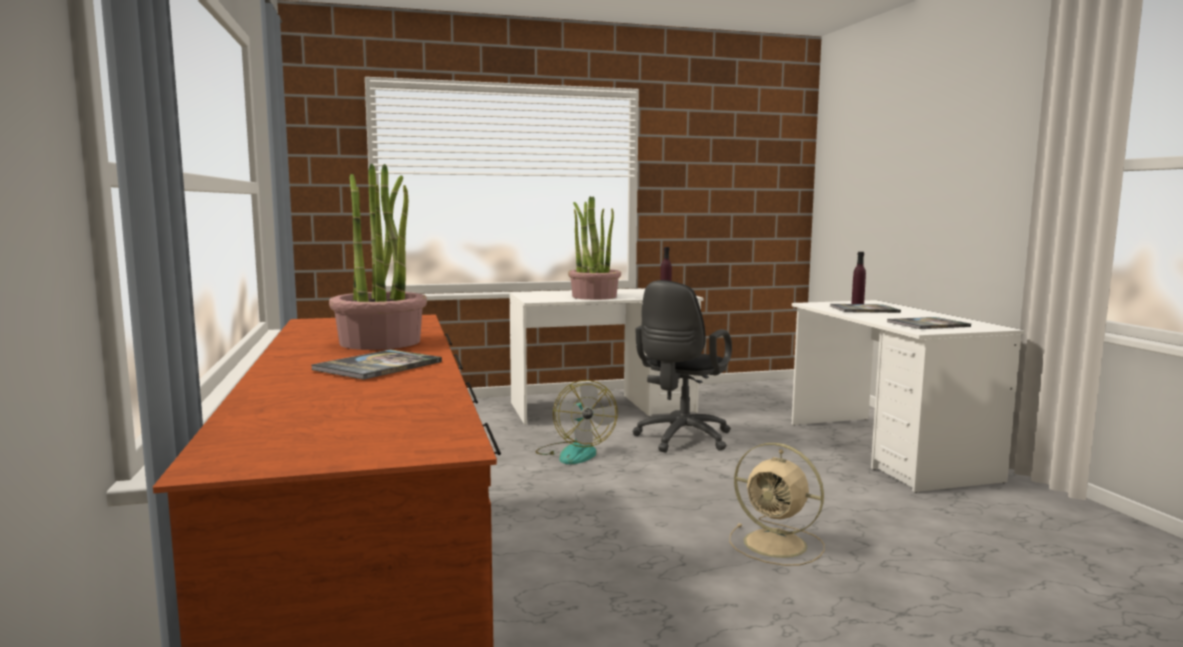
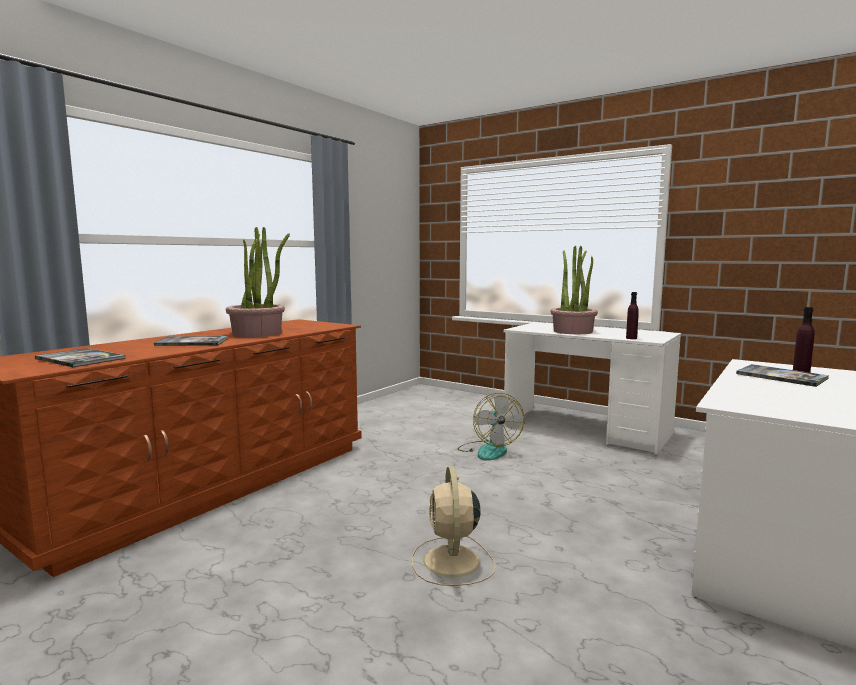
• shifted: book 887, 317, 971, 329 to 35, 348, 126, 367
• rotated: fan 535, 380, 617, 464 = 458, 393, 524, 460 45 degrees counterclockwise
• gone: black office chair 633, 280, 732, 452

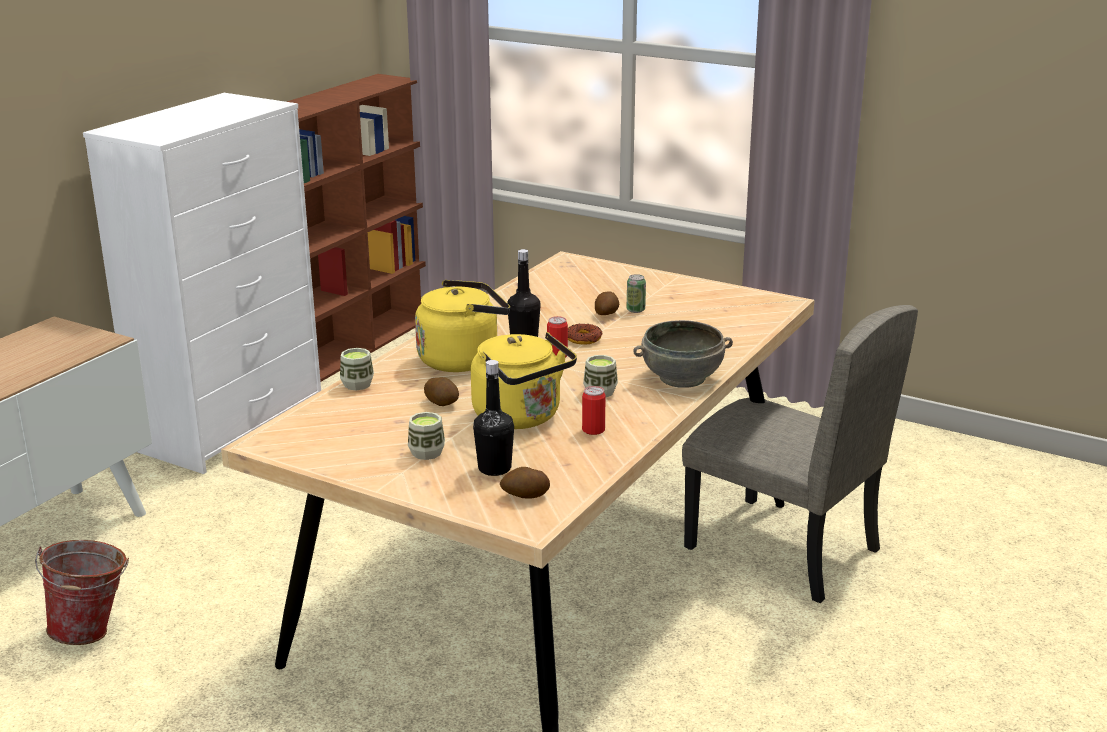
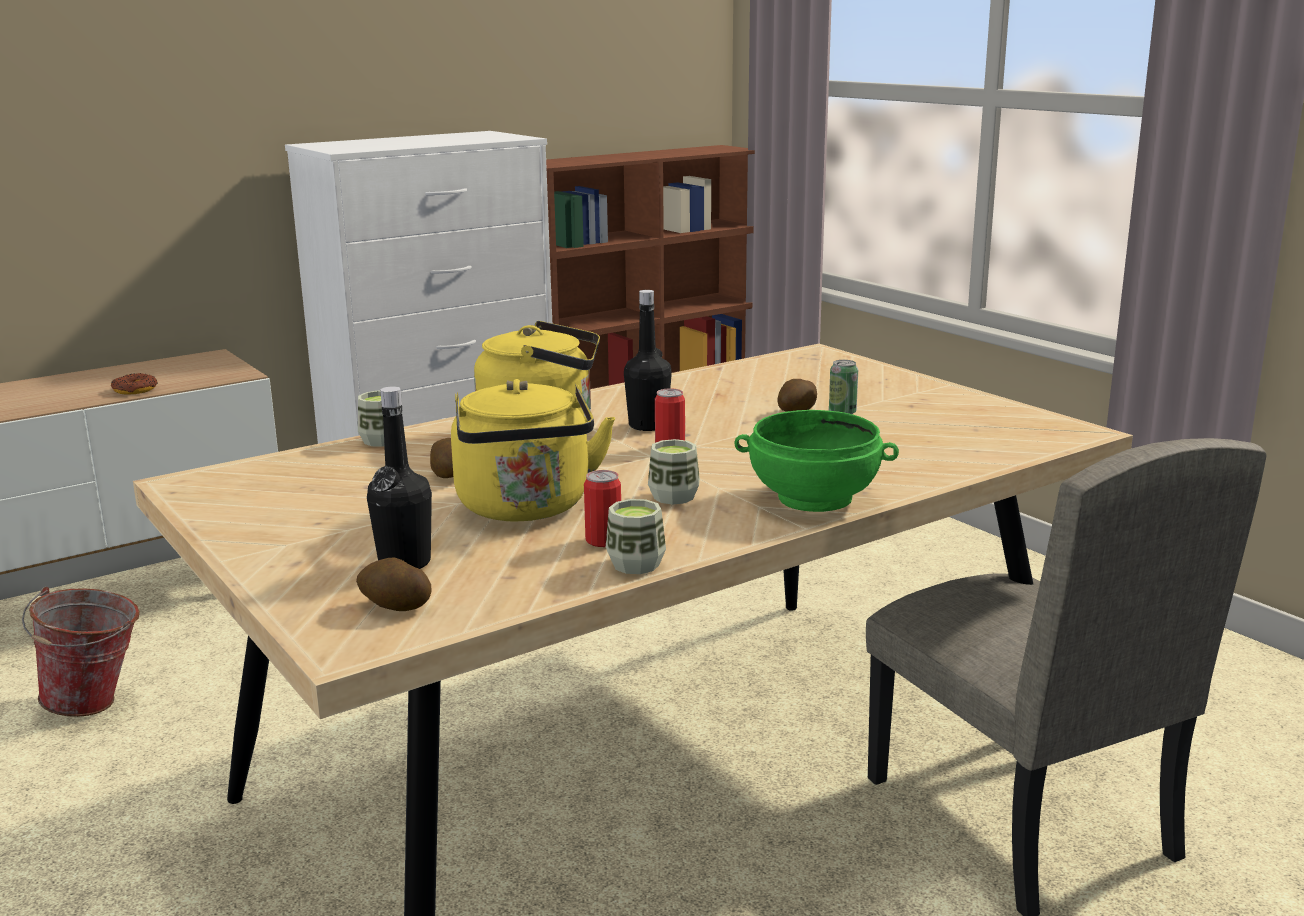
• shifted: donut 568, 324, 602, 345 to 111, 373, 158, 395
• shifted: cup 408, 412, 445, 460 to 606, 499, 666, 574
• repainted: grey bowl 633, 320, 733, 388 to green bowl 735, 410, 899, 512

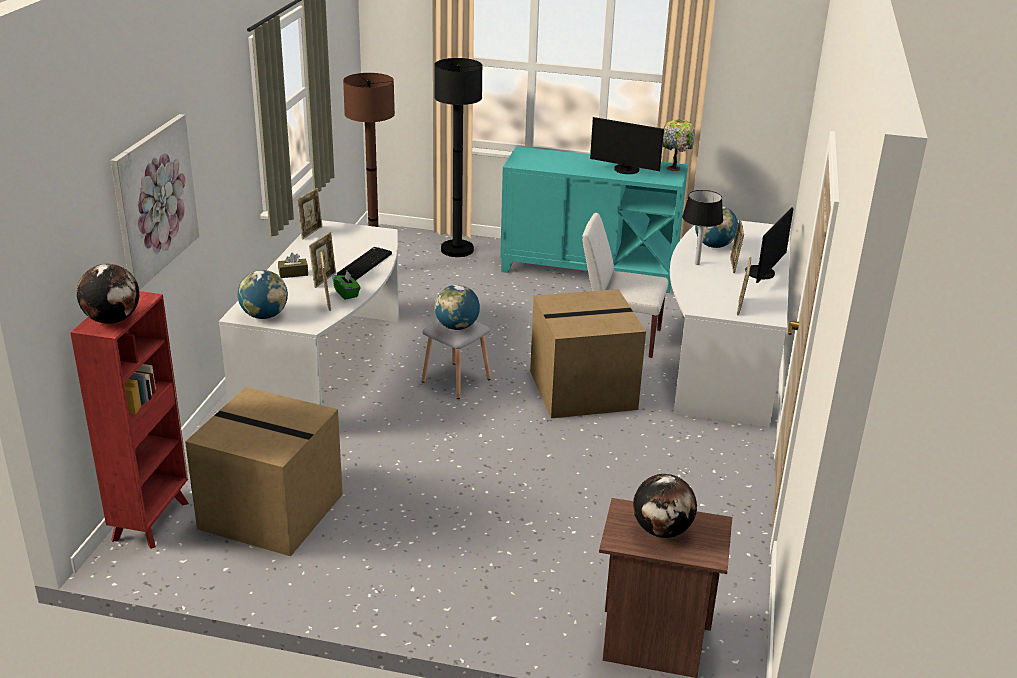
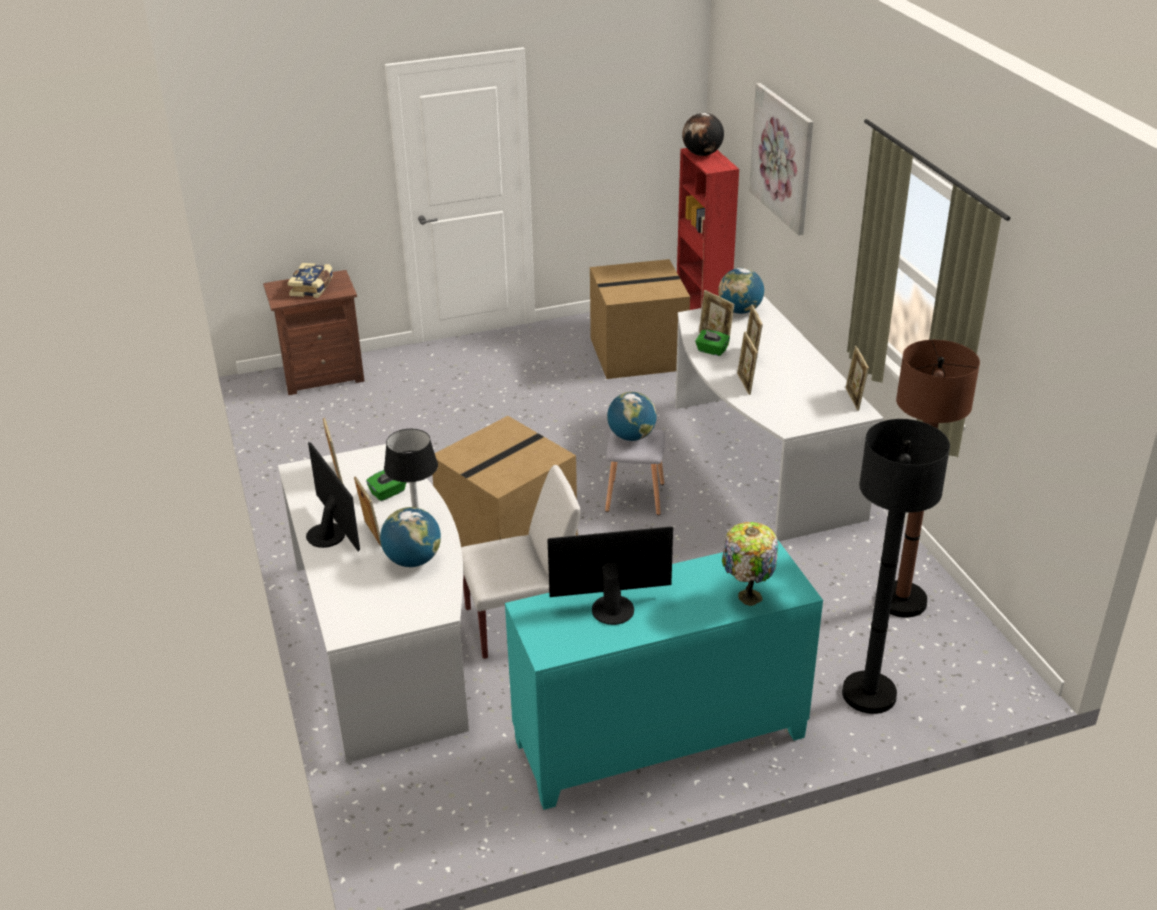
• swapped: globe 633, 474, 697, 538 to book 288, 263, 333, 298
• rotated: monitor 745, 207, 793, 283 = 306, 442, 360, 552 150 degrees clockwise
• new: green tissue box 366, 470, 407, 501
• shifted: table lamp 663, 119, 695, 171 to 722, 522, 778, 606
• swapped: keyboard 337, 247, 392, 280 to picture frame 737, 331, 758, 395
• gone: brown tissue box 278, 253, 308, 278

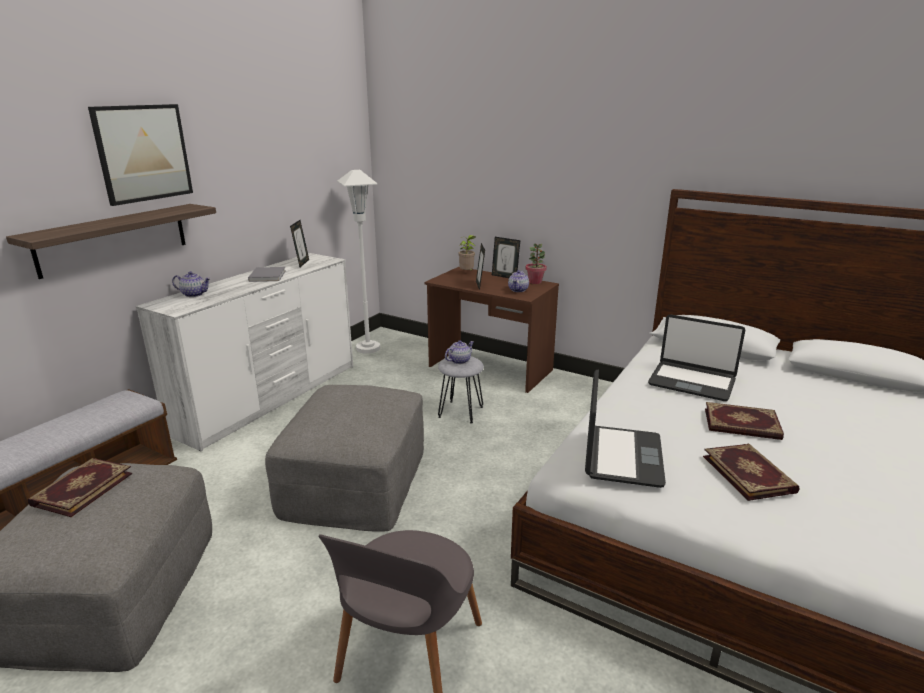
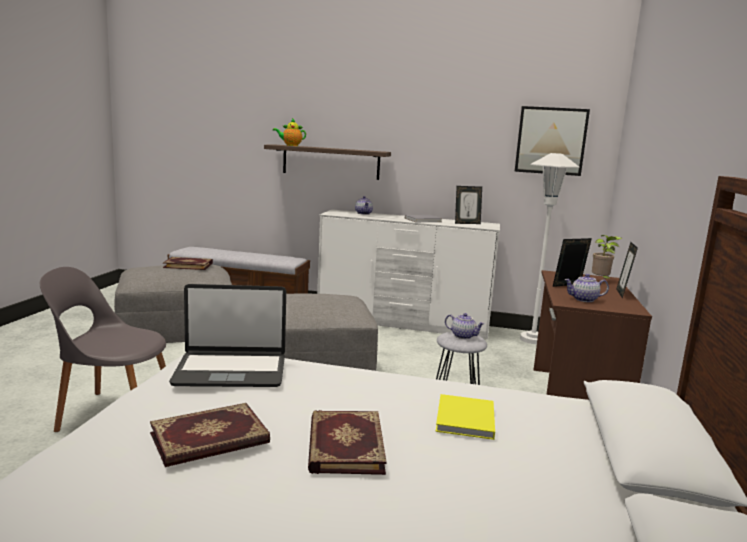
• new: teapot 273, 118, 306, 146
• swapped: laptop 648, 314, 745, 401 to yellow book 436, 394, 495, 440
• shifted: picture 88, 104, 193, 206 to 515, 106, 590, 176
• gone: potted plant 526, 244, 547, 284

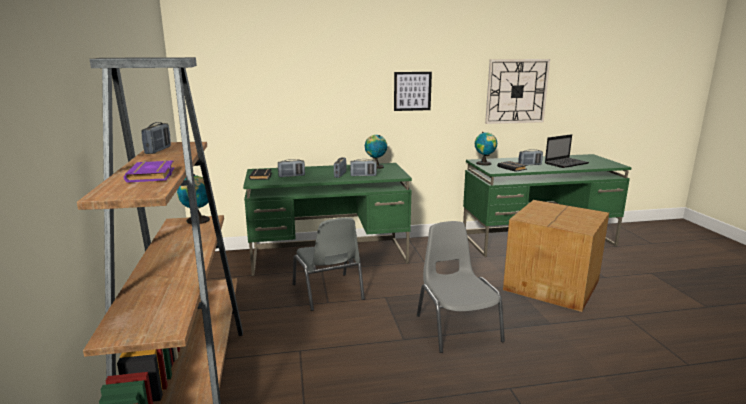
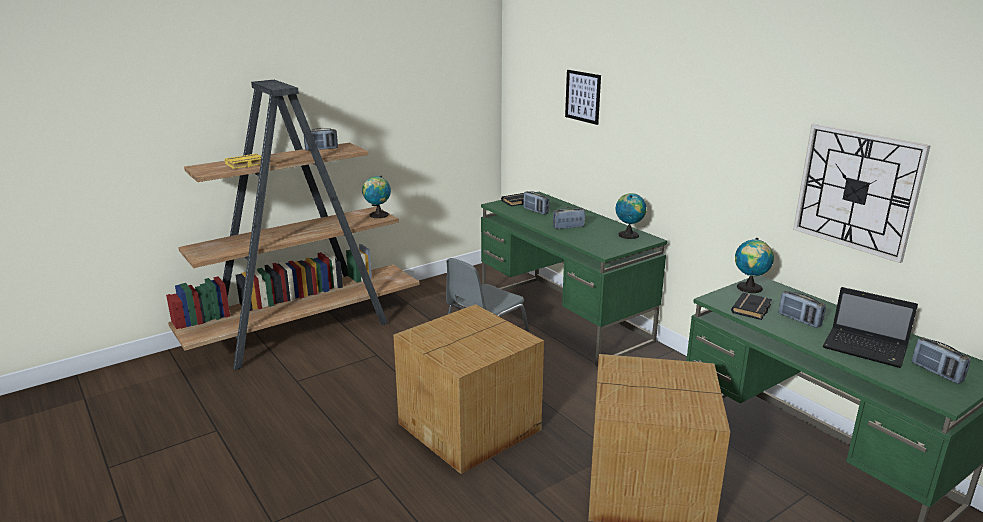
• repainted: purple book 124, 160, 174, 183 to yellow book 225, 154, 262, 169
• swapped: grey chair 417, 221, 505, 353 to cardboard box 393, 304, 544, 474
• shifted: picture 394, 72, 432, 111 to 565, 70, 601, 125
• shifted: radio 350, 159, 377, 176 to 912, 337, 971, 384

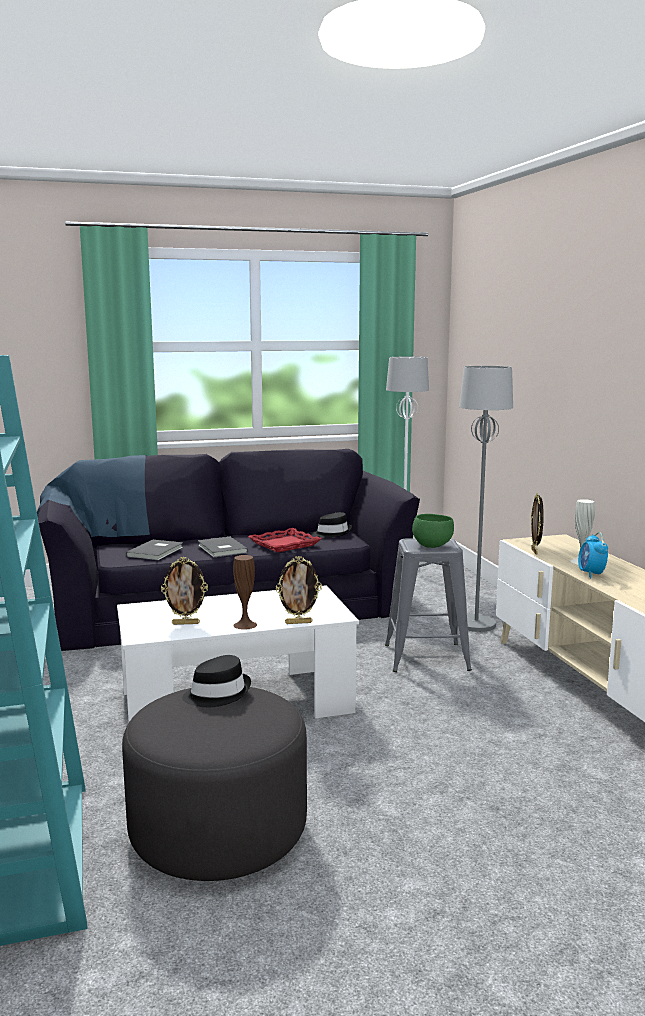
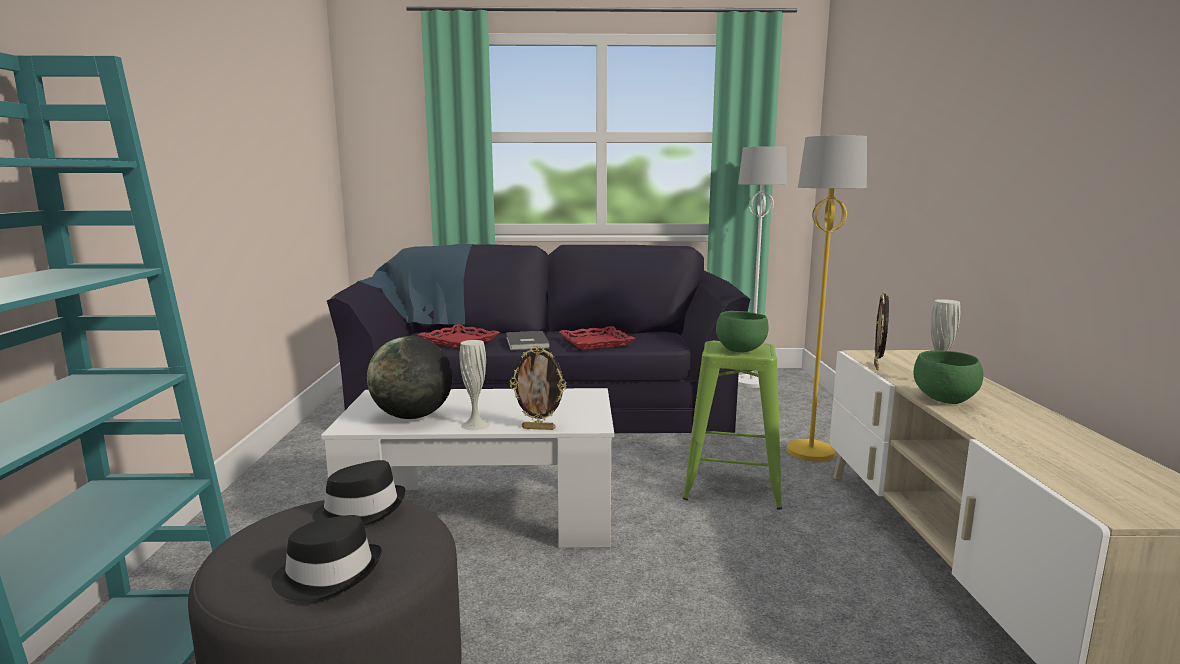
• shifted: black hat 312, 512, 352, 538 to 271, 515, 382, 601
• swapped: picture frame 161, 557, 208, 625 to globe 367, 336, 453, 419
• swapped: grey book 126, 540, 183, 561 to red tray 418, 324, 500, 349
• repainted: brown vase 233, 555, 257, 630 to white vase 460, 340, 490, 430
• repainted: grey stool 385, 538, 472, 672 to green stool 683, 341, 782, 510
• repainted: grey floor lamp 459, 366, 513, 632 to yellow floor lamp 787, 135, 867, 462
• swapped: alarm clock 578, 532, 608, 578 to green bowl 913, 350, 984, 404

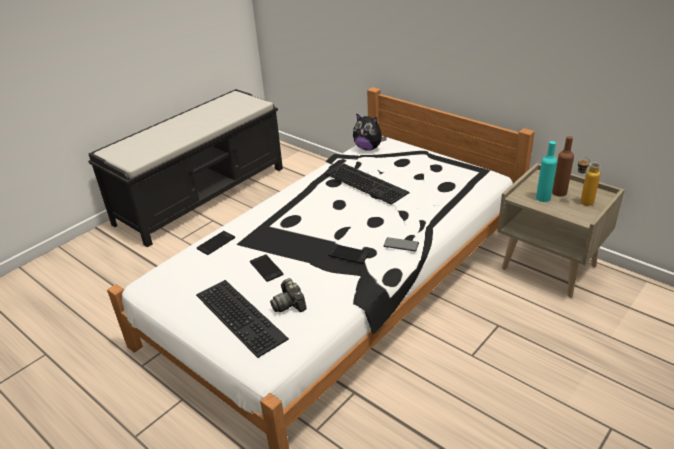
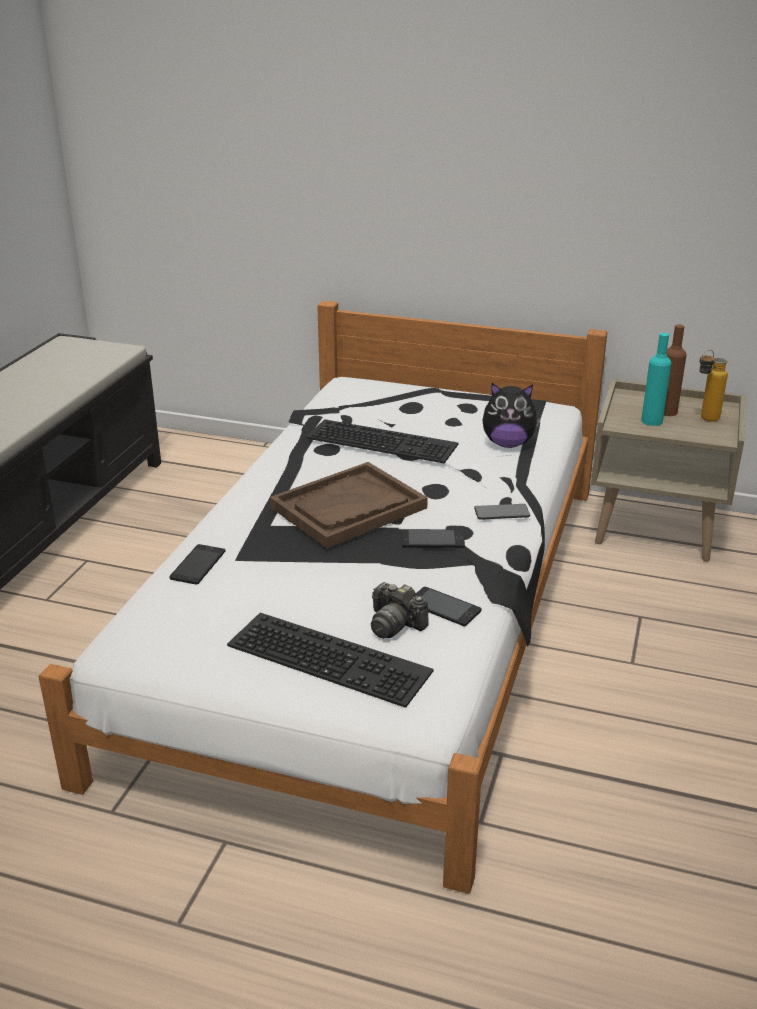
• new: brown tray 270, 462, 428, 548
• shifted: phone 250, 254, 283, 282 to 416, 587, 482, 627
• shifted: plush toy 353, 113, 387, 151 to 482, 383, 541, 448

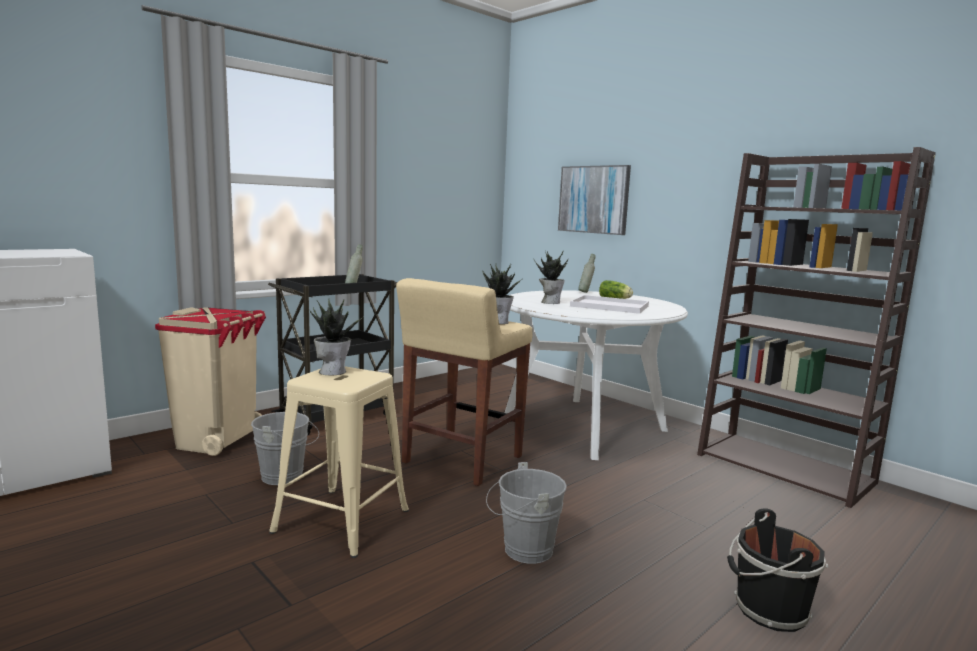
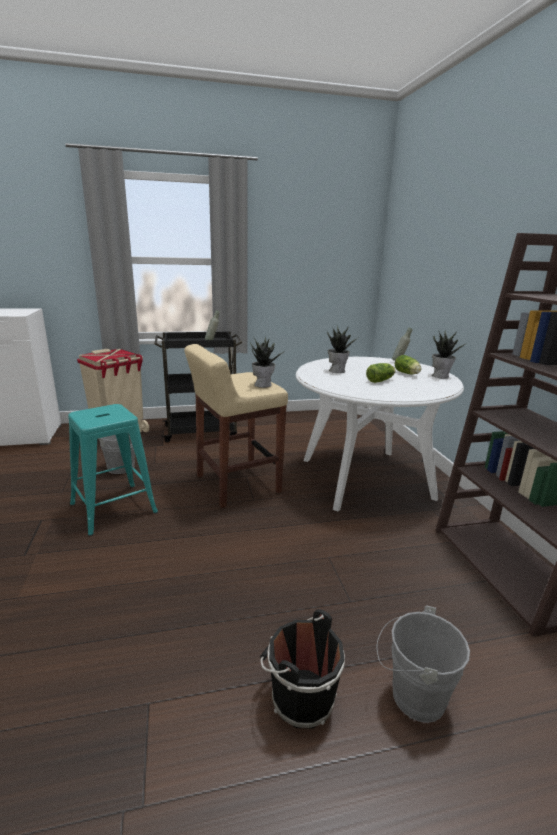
• repainted: beige stool 269, 366, 409, 558 to turquoise stool 68, 404, 158, 536
• swapped: white tray 570, 295, 649, 314 to lettuce 366, 363, 395, 383
• shifted: grey bucket 486, 462, 567, 564 to 377, 605, 470, 723
• shifted: potted plant 309, 300, 364, 375 to 432, 330, 465, 379
• gone: picture 558, 165, 631, 235

